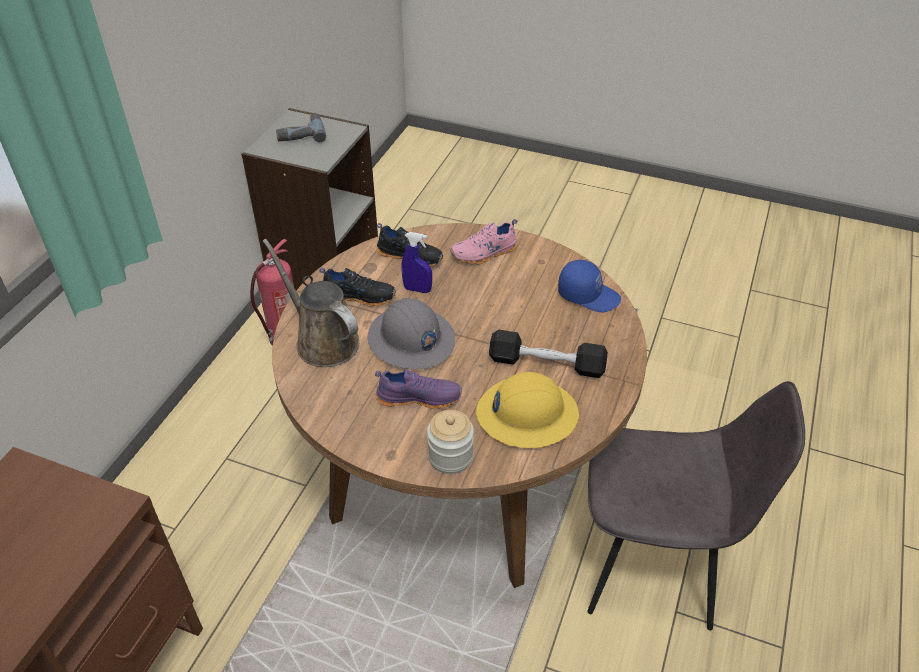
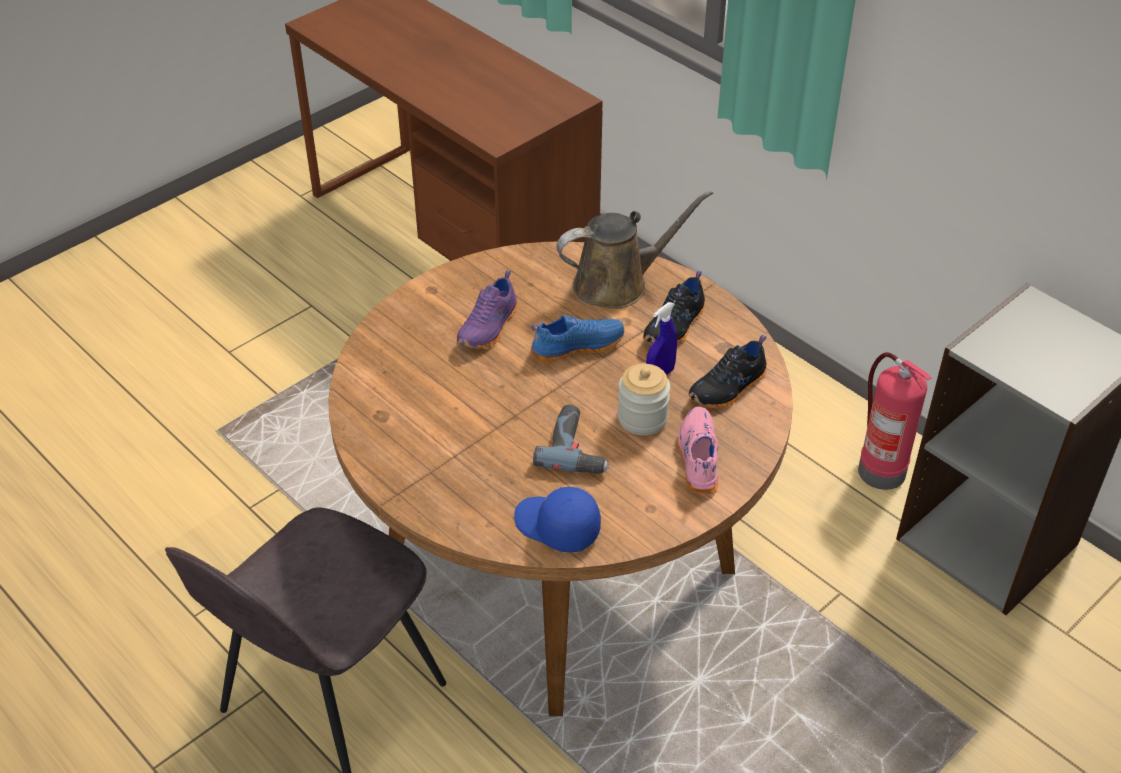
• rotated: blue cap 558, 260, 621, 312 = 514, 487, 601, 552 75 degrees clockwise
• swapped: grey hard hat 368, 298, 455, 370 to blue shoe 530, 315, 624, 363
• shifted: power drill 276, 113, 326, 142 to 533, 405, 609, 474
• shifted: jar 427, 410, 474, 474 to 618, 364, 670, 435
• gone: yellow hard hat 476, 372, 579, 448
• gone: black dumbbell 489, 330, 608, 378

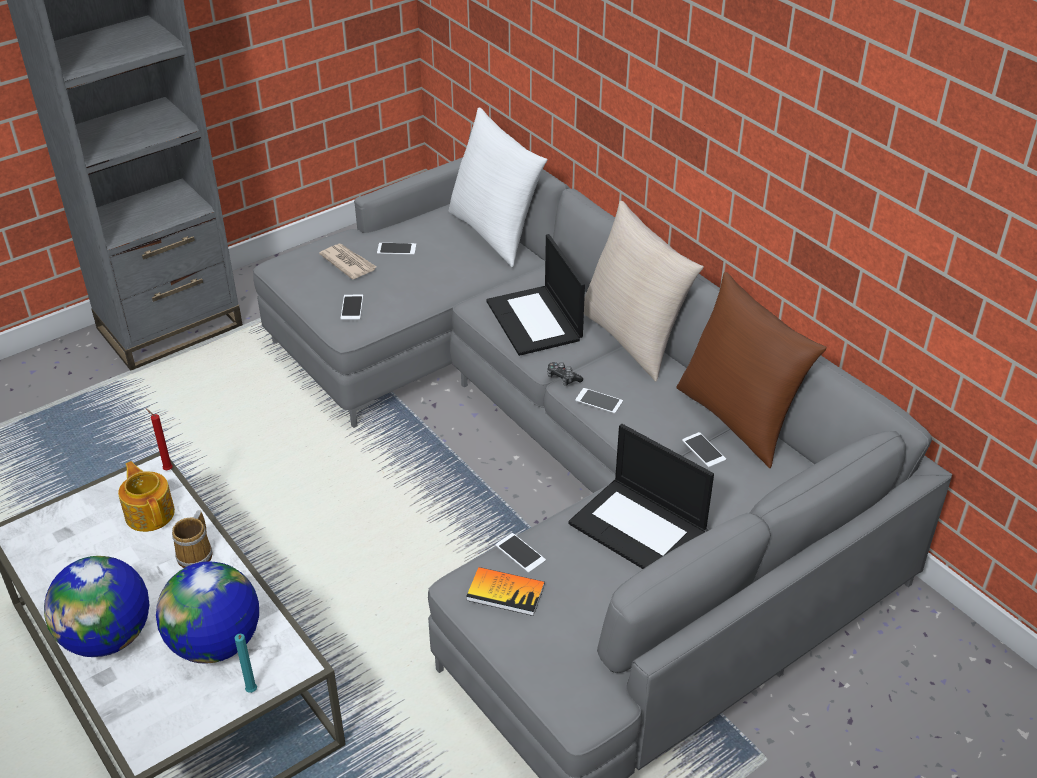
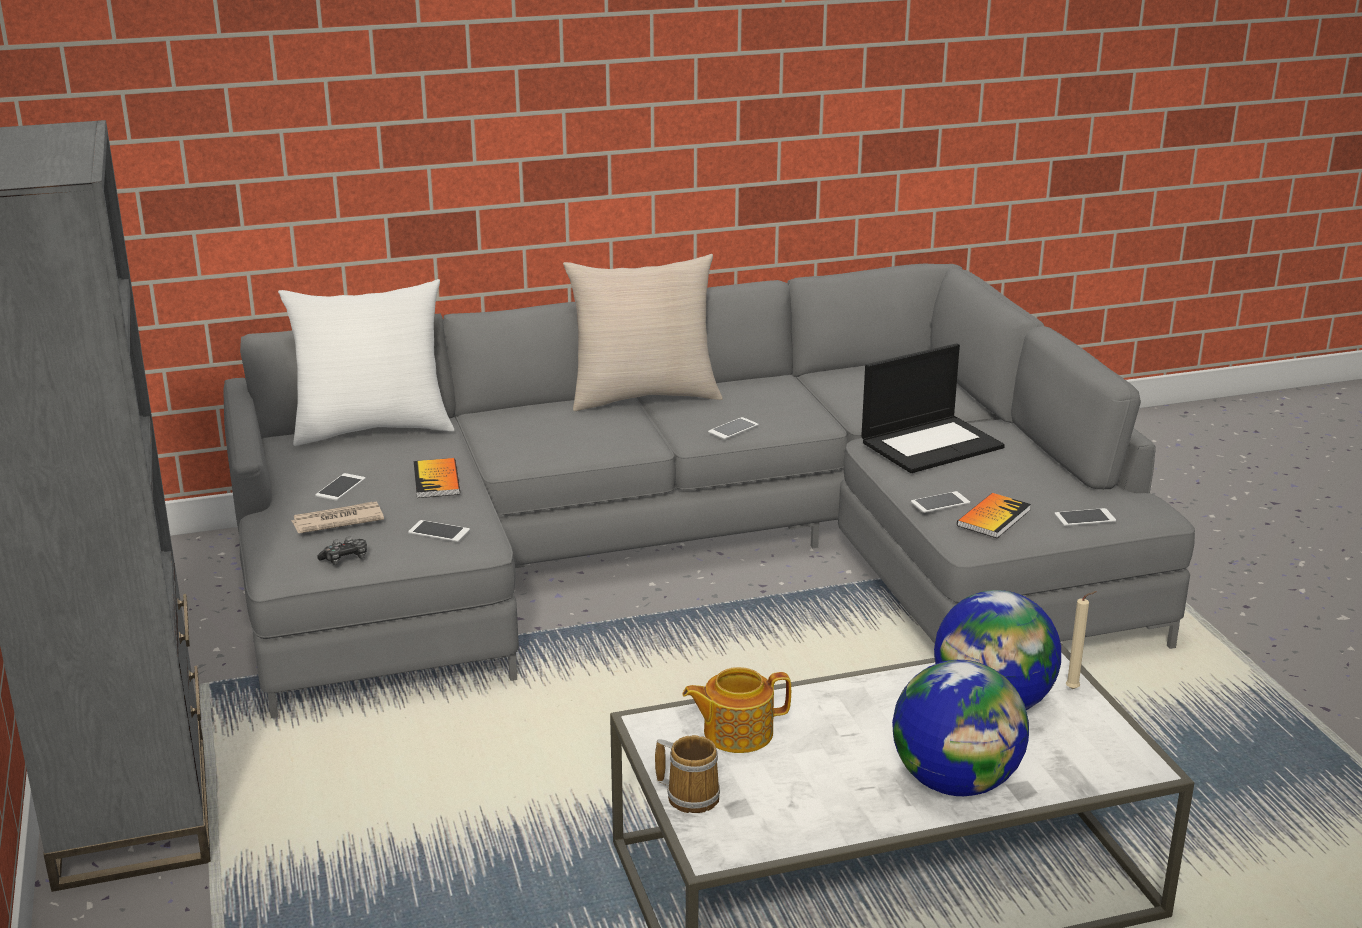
• shifted: game controller 547, 362, 583, 386 to 317, 537, 367, 565
• new: book 414, 458, 460, 498
• shifted: mug 172, 510, 212, 568 to 655, 735, 720, 813
• shifted: phone 682, 432, 726, 467 to 1054, 508, 1116, 526
• repainted: turquoise candle 234, 634, 257, 693 to beige candle 1066, 591, 1097, 689
• gone: red candle 146, 409, 173, 470
• gone: laptop 486, 234, 585, 356
• gone: brown pillow 677, 272, 827, 468

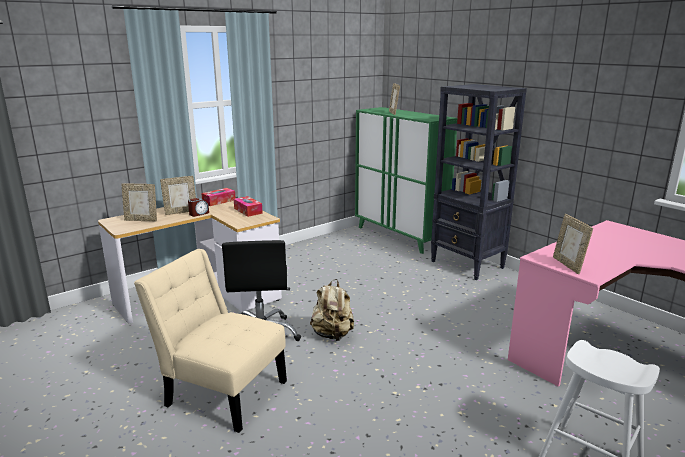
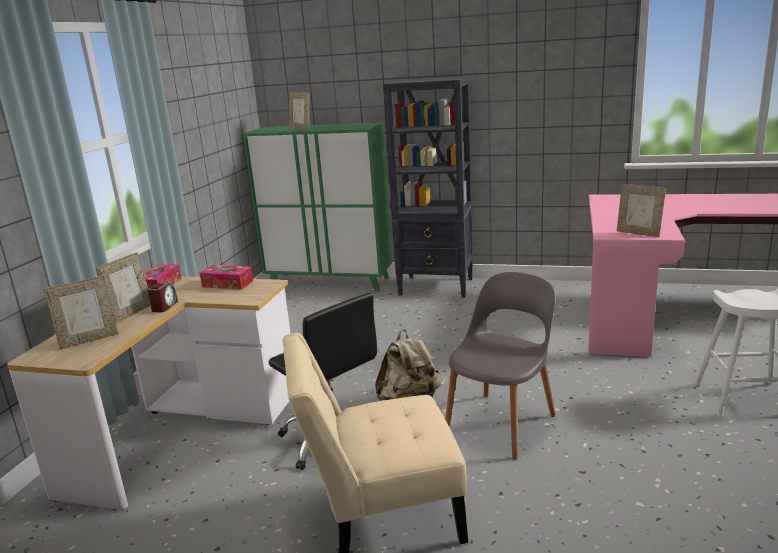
• new: grey chair 445, 272, 556, 460

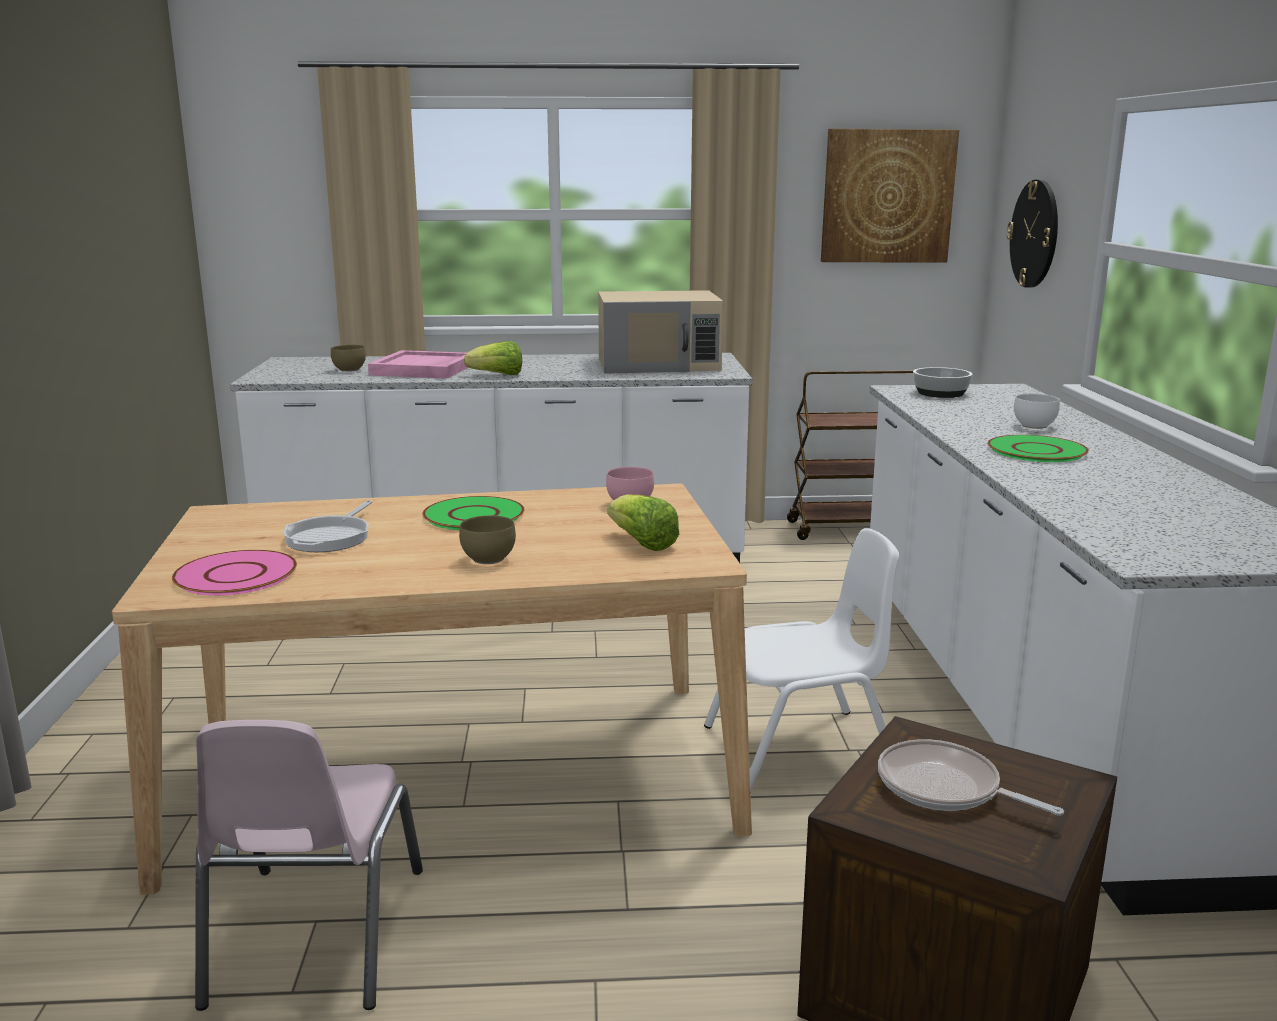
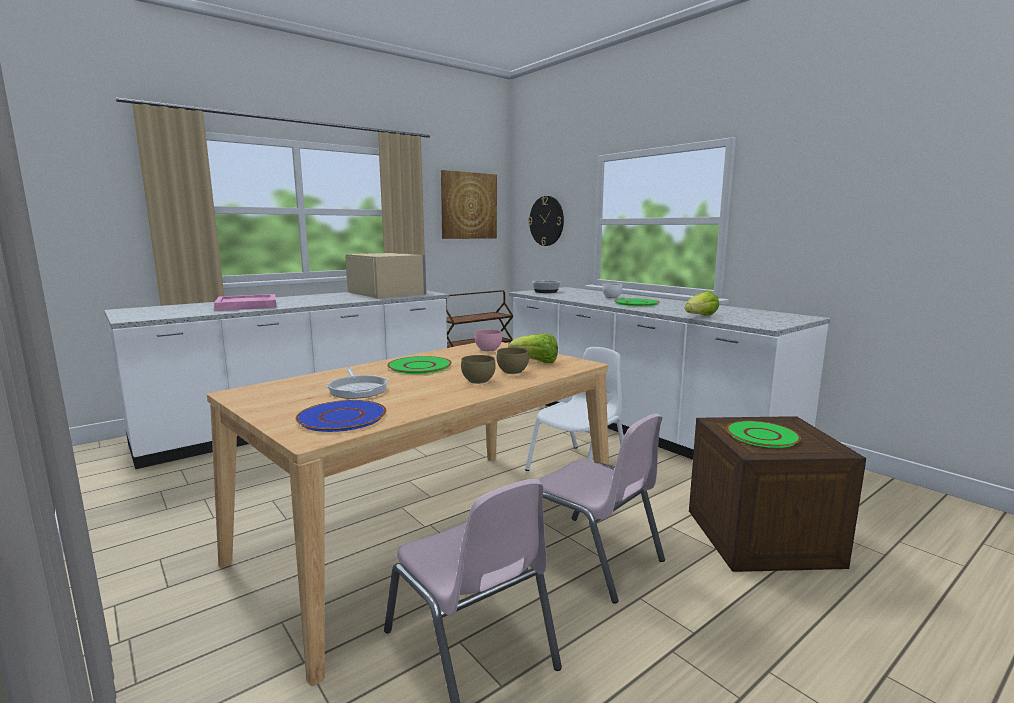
• repainted: pink plate 172, 550, 297, 596 to blue plate 296, 400, 386, 432
• rotated: beige microwave 598, 290, 723, 374 = 345, 253, 426, 298 90 degrees counterclockwise
• shifted: brown bowl 331, 345, 366, 372 to 497, 347, 529, 374
• new: pink chair 537, 413, 665, 604
• shifted: lettuce 464, 341, 522, 375 to 685, 291, 719, 316
• swapped: frying pan 878, 739, 1064, 816 to green plate 726, 421, 801, 448

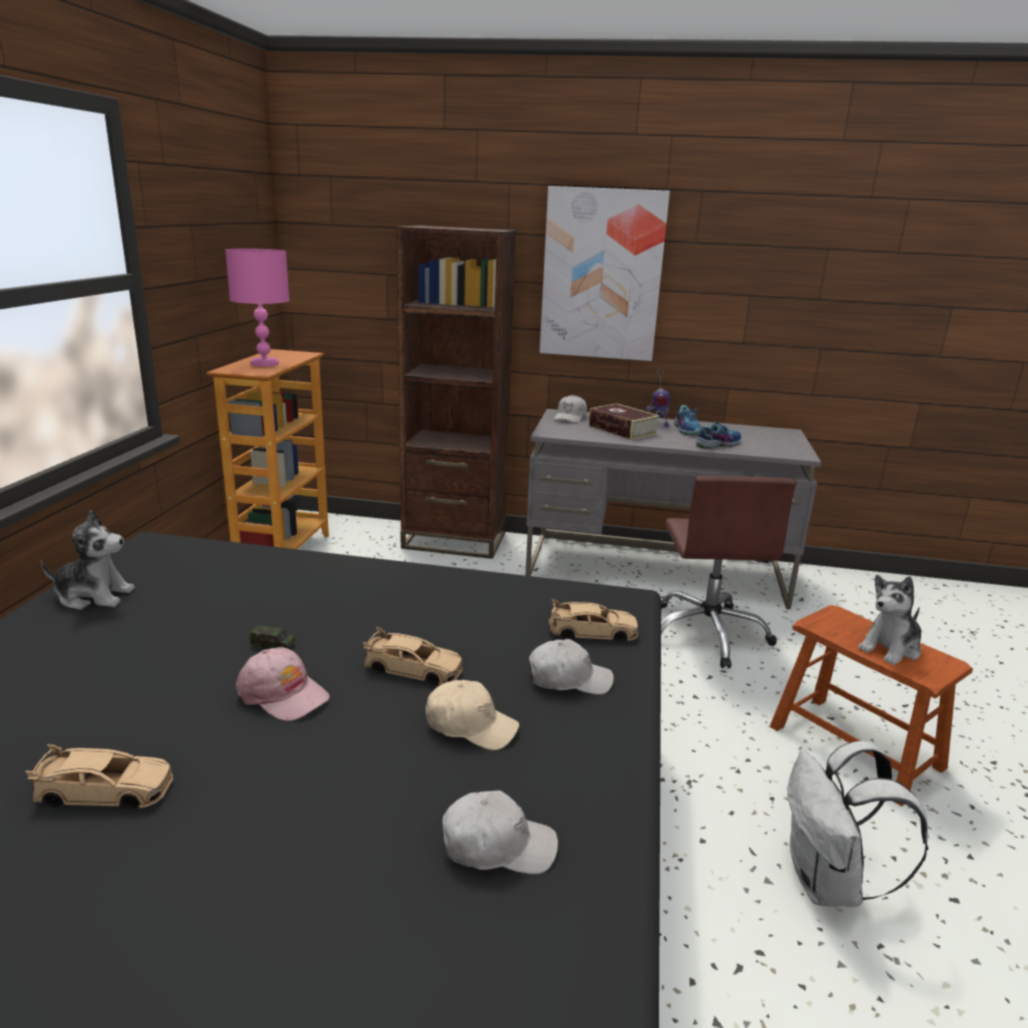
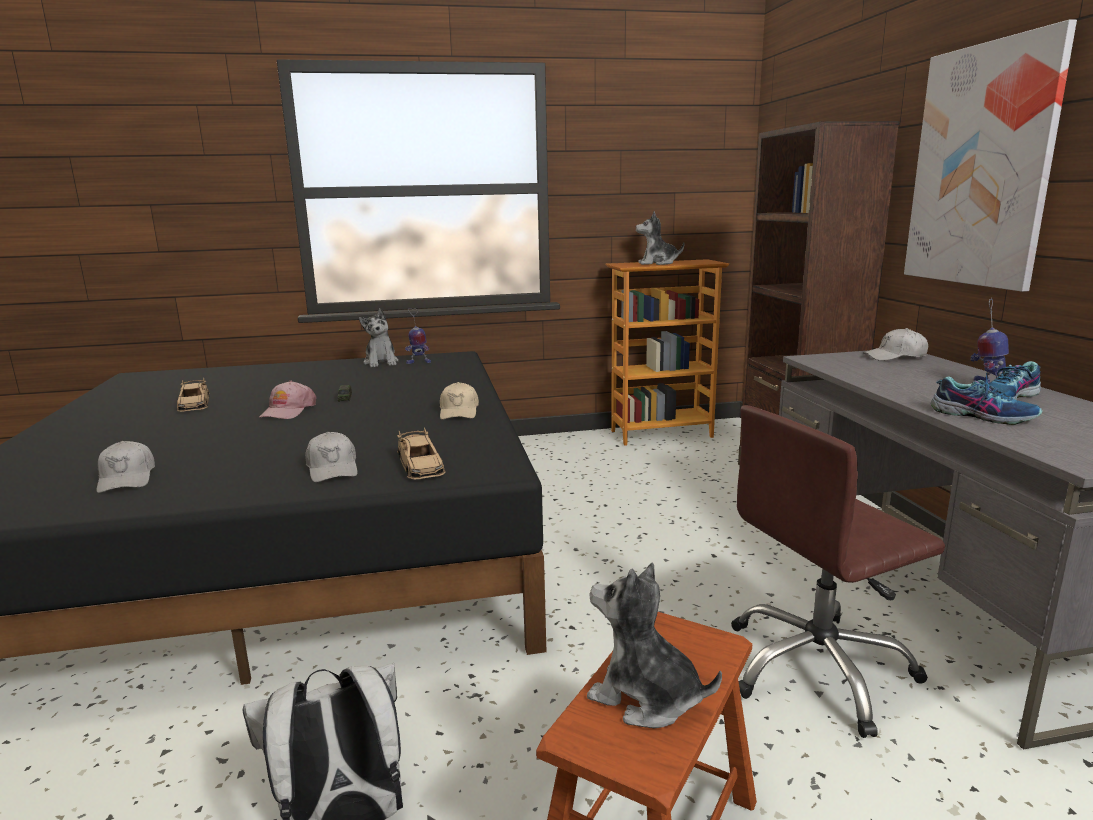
• new: toy robot 405, 308, 431, 364
• shifted: beige cap 425, 680, 519, 750 to 440, 382, 479, 420
• swapped: pink table lamp 225, 248, 290, 366 to plush toy 636, 211, 685, 265
• gone: beige toy car 363, 627, 462, 685
• gone: book 589, 403, 660, 440

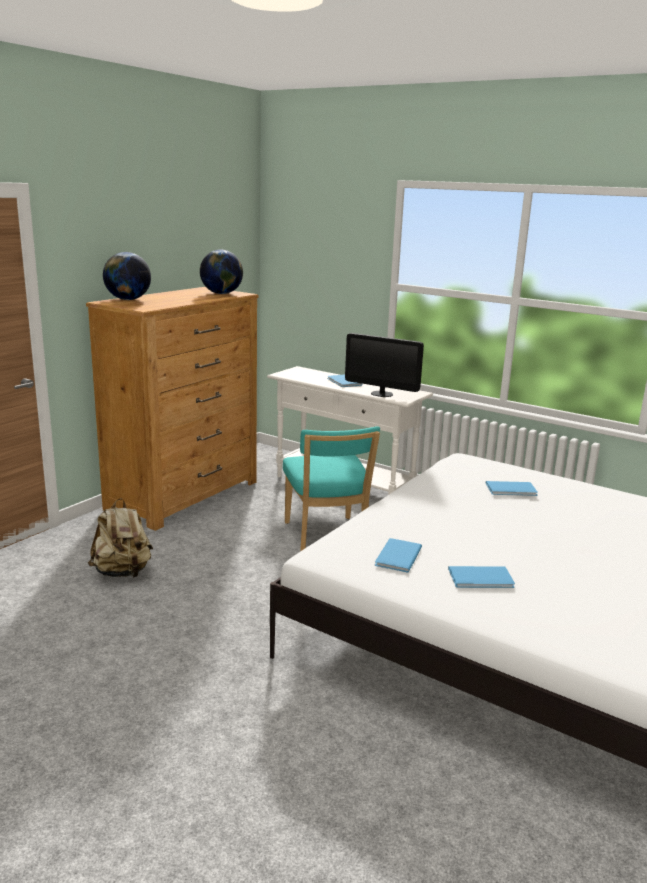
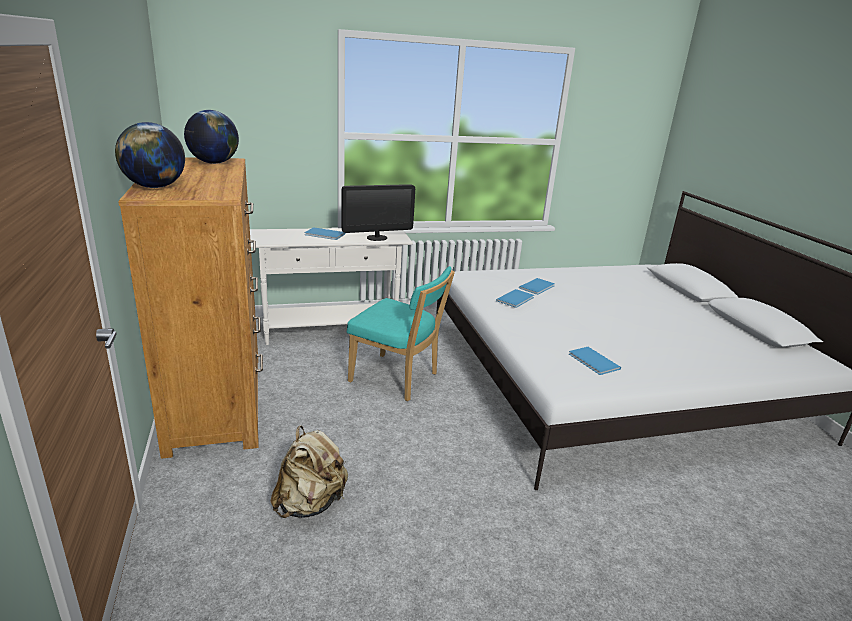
• shifted: blue book 448, 566, 515, 588 to 496, 289, 534, 308

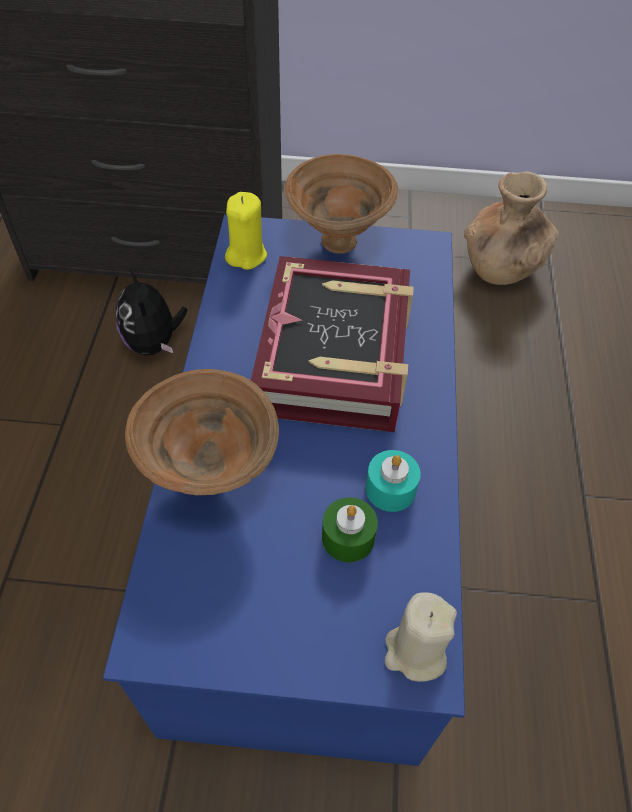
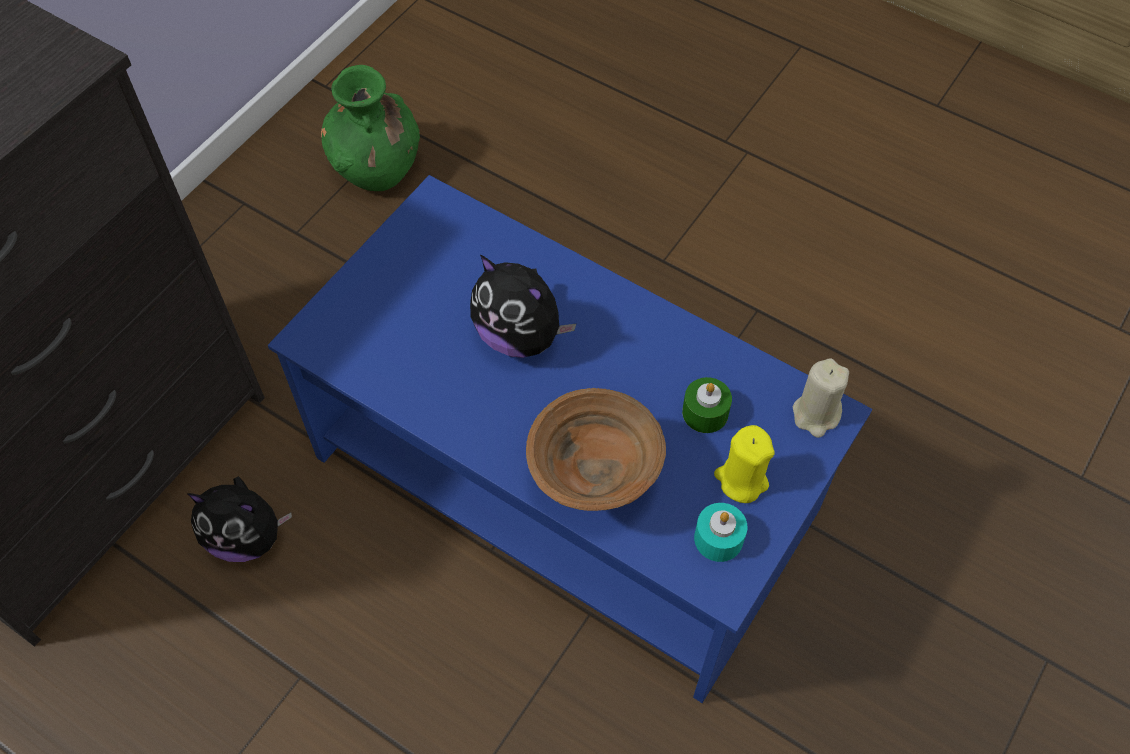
• repainted: brown vase 464, 171, 559, 285 to green vase 321, 65, 420, 191
• swapped: book 251, 256, 414, 432 to plush toy 470, 255, 577, 358
• shifted: turquoise candle 366, 450, 421, 512 to 694, 503, 747, 562
• shifted: yellow candle 225, 192, 267, 270 to 714, 425, 775, 503
• gone: brown bowl 285, 154, 398, 254

